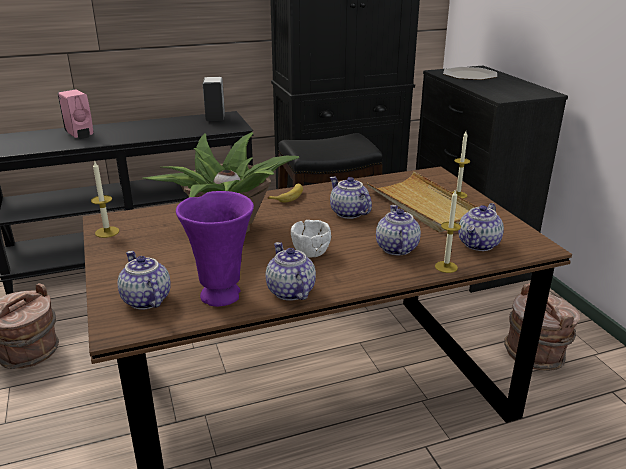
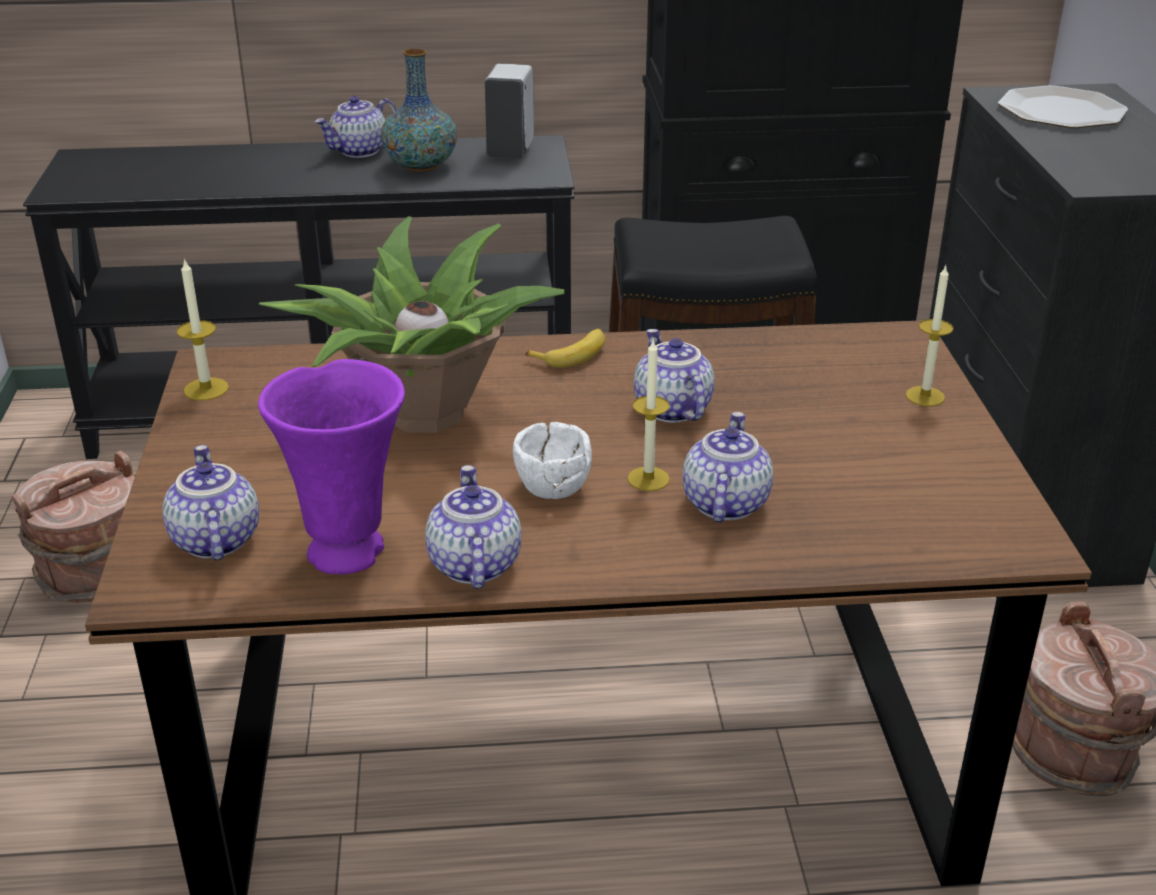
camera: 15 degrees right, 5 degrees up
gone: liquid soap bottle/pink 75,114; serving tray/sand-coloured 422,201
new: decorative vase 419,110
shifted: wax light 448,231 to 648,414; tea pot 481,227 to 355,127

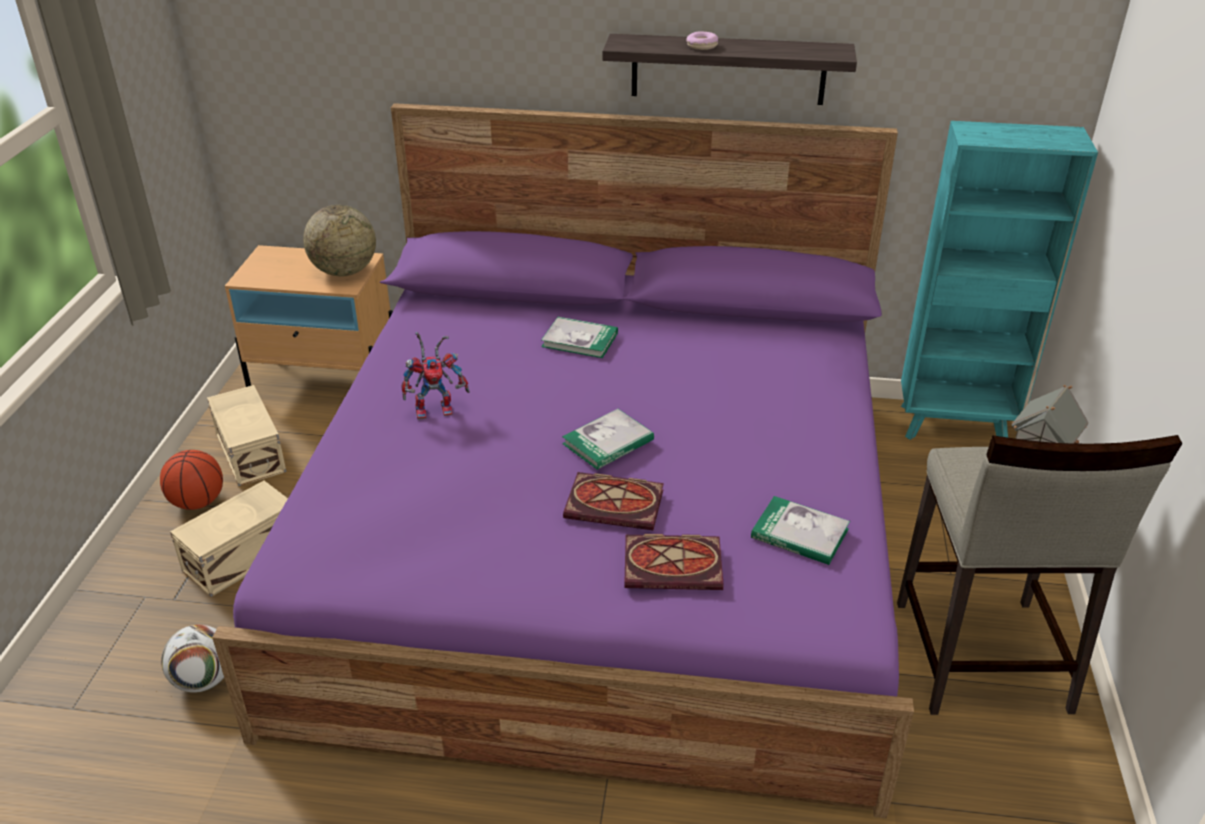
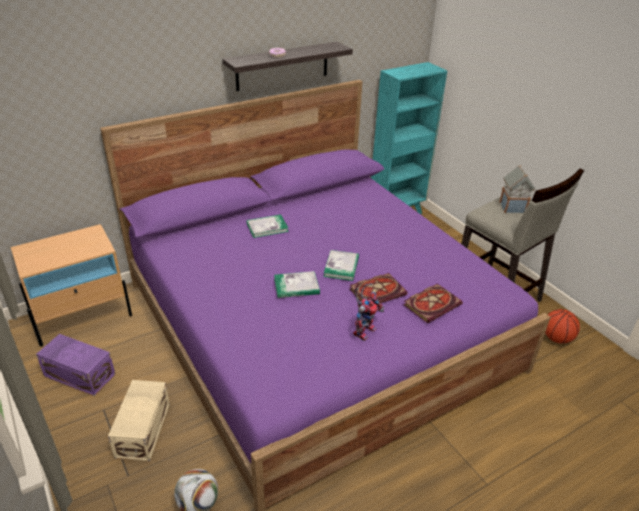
camera: 40 degrees left, 0 degrees up
gone: world globe 339,241
shifted: ball for basketball 191,480 to 562,326; toy robot 435,376 to 368,312; book 800,530 to 297,284
repainted: storage bin/sand-coloured 246,435 to storage bin/purplish 75,365

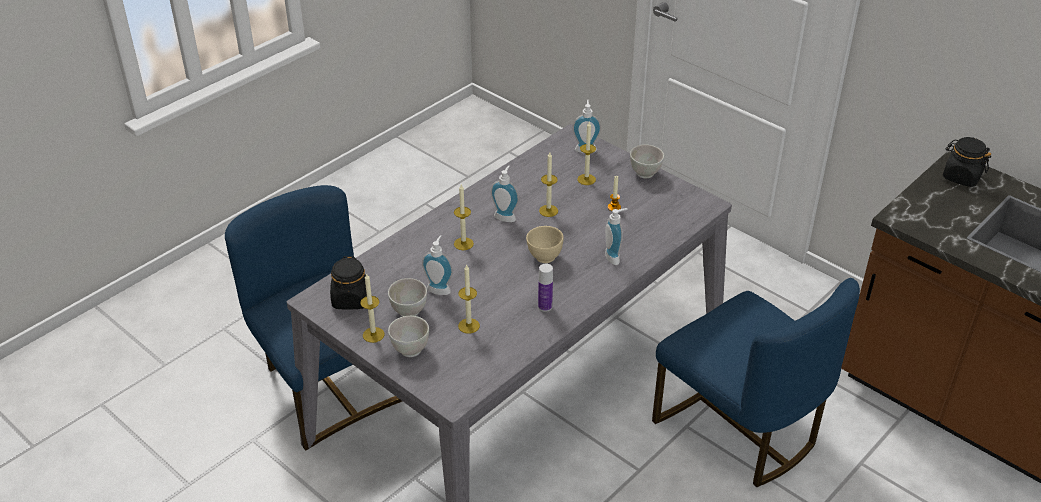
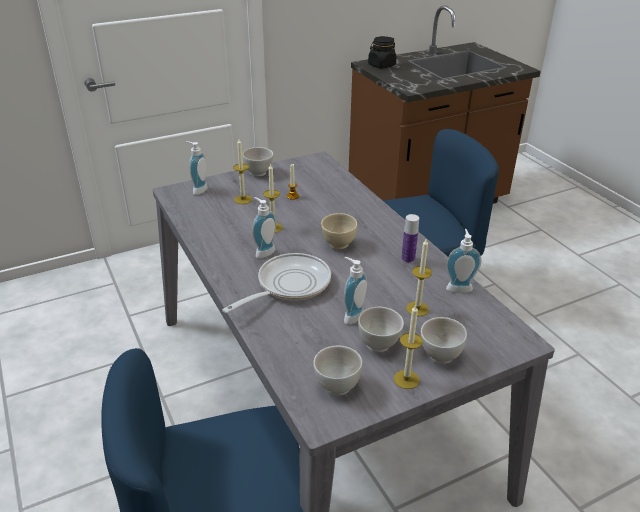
camera: 70 degrees left, 5 degrees down
shifted: liquid soap bottle 616,236 to 463,261
swapped: jar/blackish 348,283 to deep dish/white-coloured 337,370; wax light 464,217 to skillet 276,283

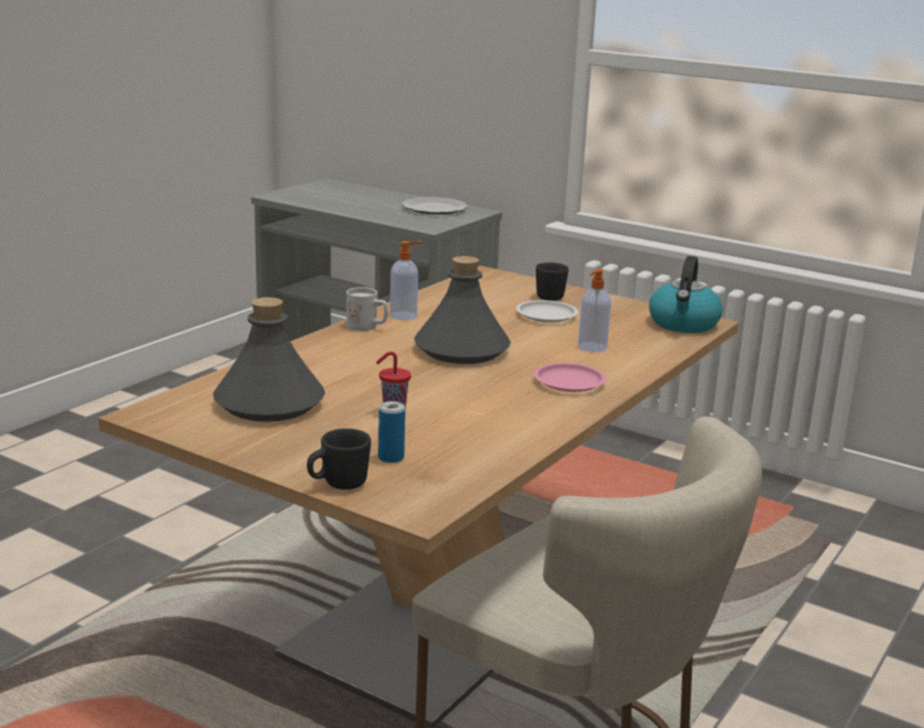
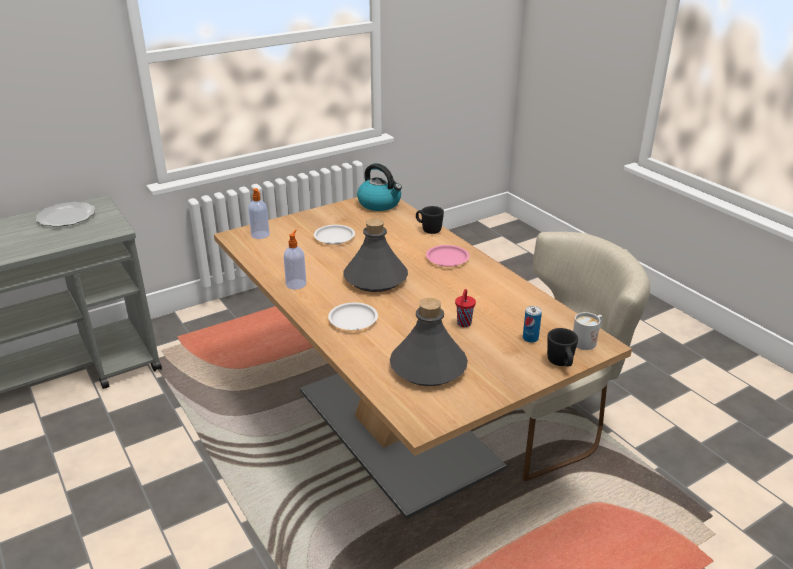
camera: 65 degrees left, 10 degrees up
new: flat dish/white-coloured 353,316
shifted: mug/white-coloured 367,309 to 588,331; mug/blackish 552,281 to 430,220; liquid soap bottle 594,310 to 259,213

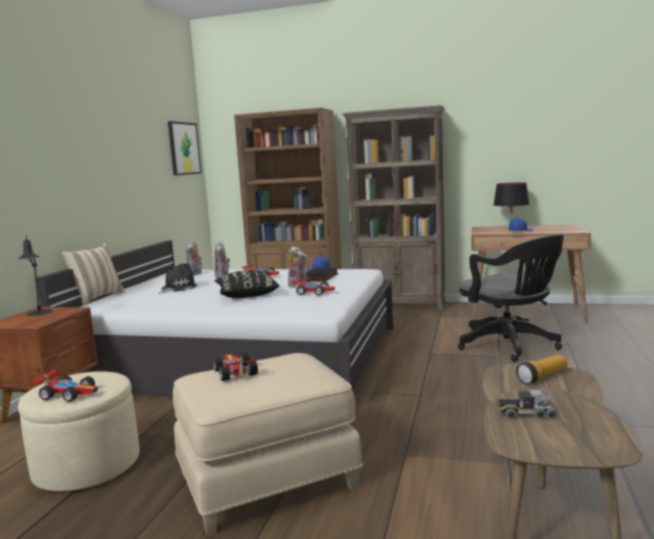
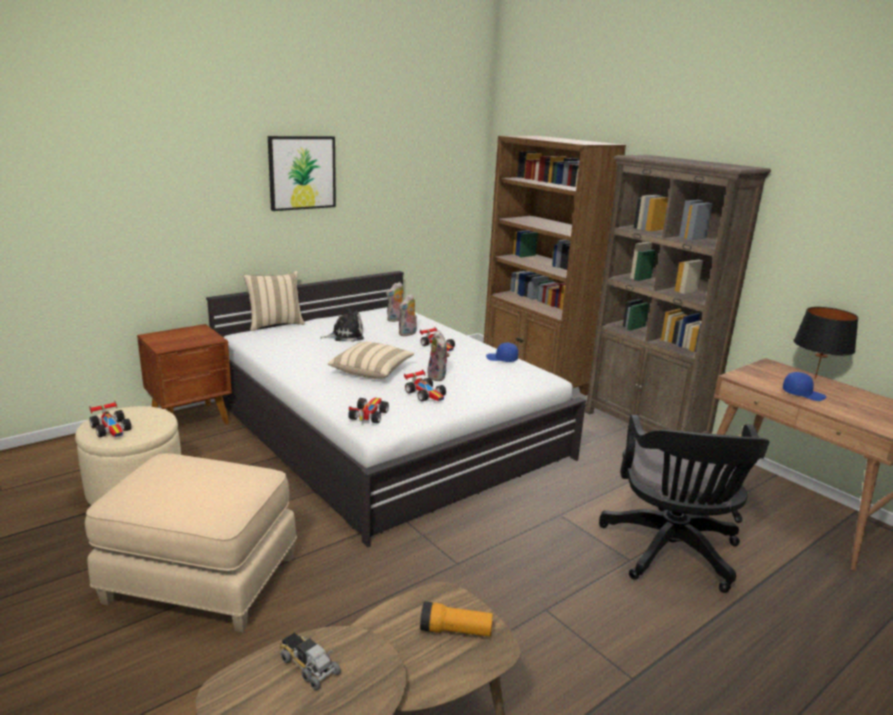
camera: 35 degrees right, 10 degrees up
gone: tabletop lamp/blackish 35,275; book/blackish 322,274
shifted: wall art 184,148 to 302,173; model car 235,366 to 368,410
repainted: pillow/blackish 247,284 to pillow/sand-coloured 371,360

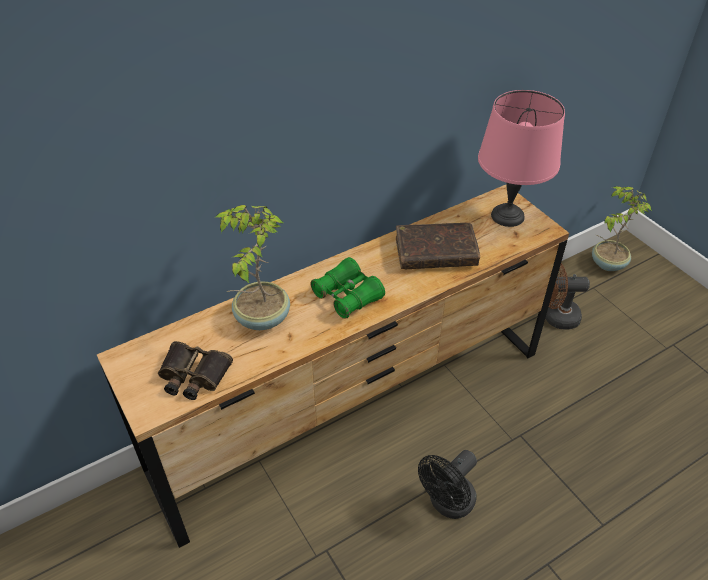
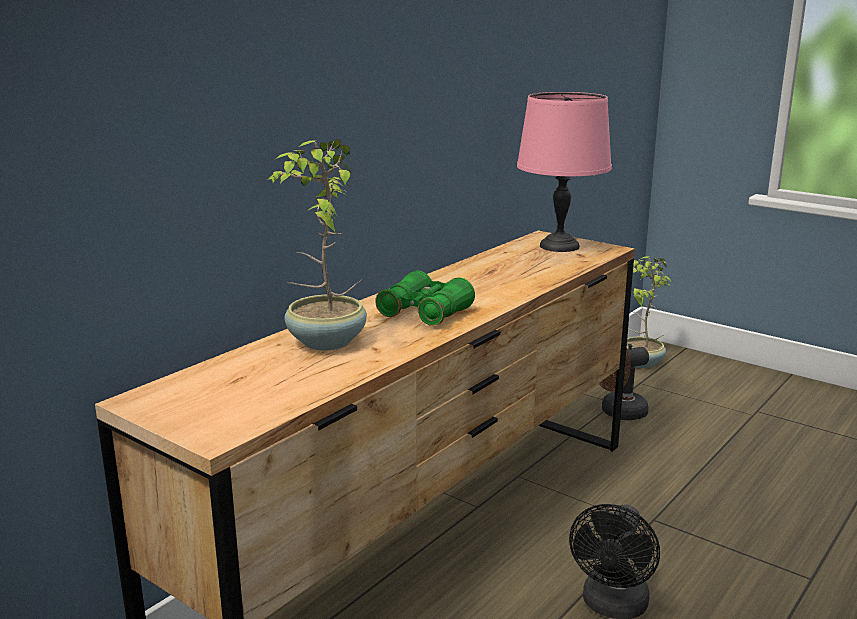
camera: 20 degrees left, 25 degrees down
gone: field glasses 195,370; book/brownish 438,246

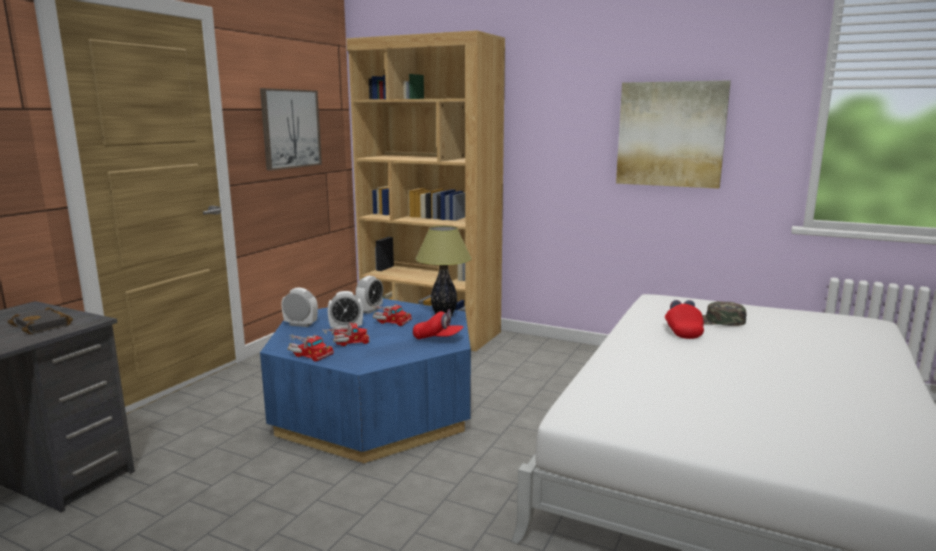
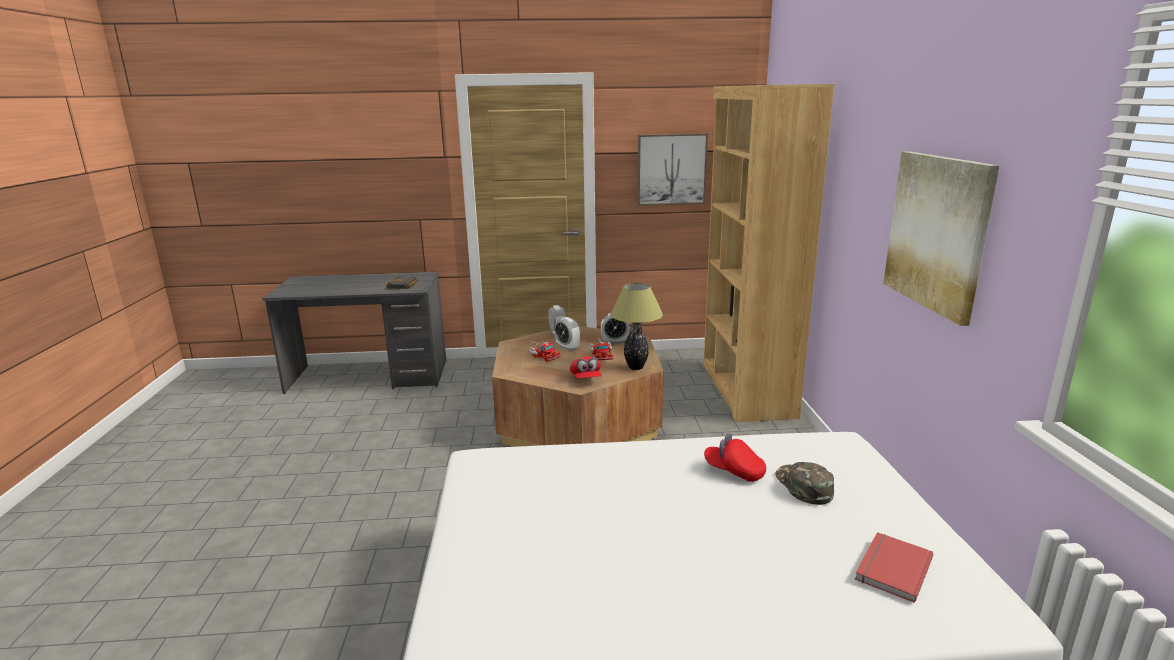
camera: 60 degrees right, 5 degrees up
gone: toy lorry 311,347
new: book/red 894,567
repainted: coffee table/bluish 365,380 to coffee table/brownish 578,386
rotated: peaked cap/red 684,319 = 735,457 120 degrees counterclockwise

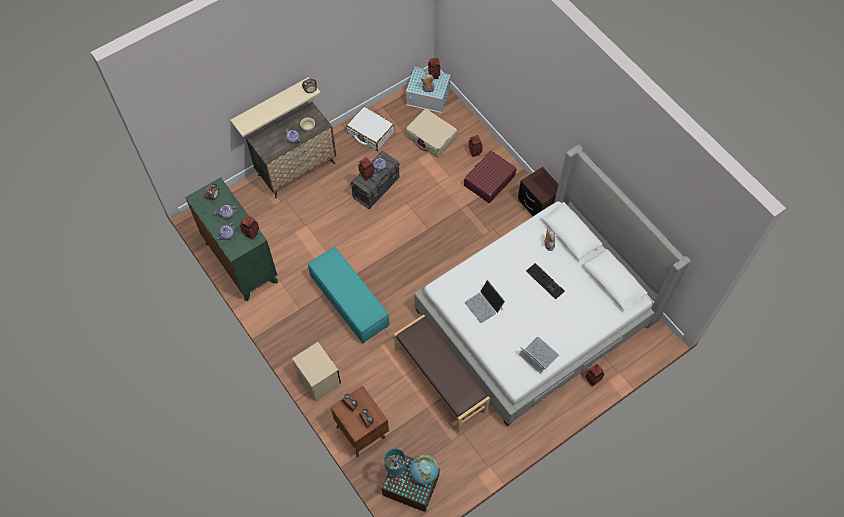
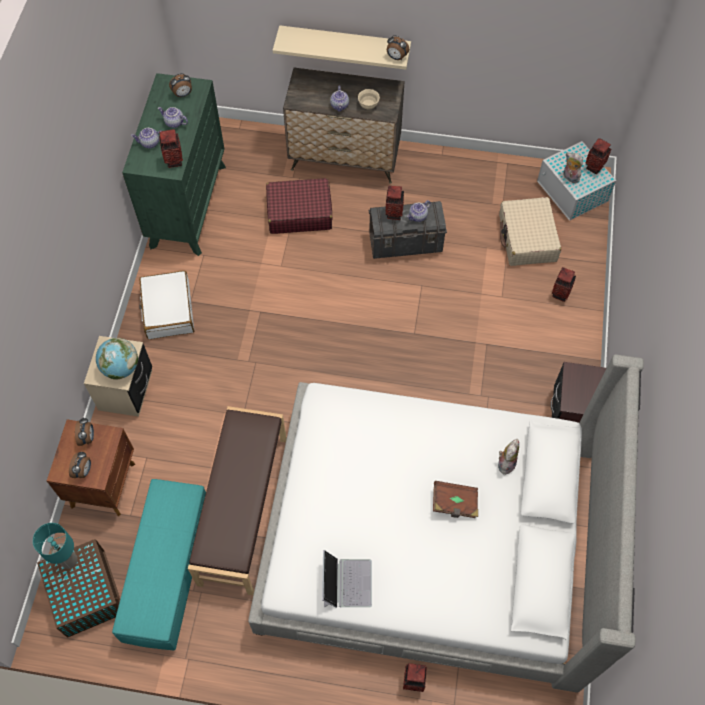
camera: 45 degrees right, 0 degrees up
gone: portable computer 484,301
shifted: pouffe/turquoise-coloured 348,295 to 159,565; piece of luggage/white-coloured 370,128 to 166,305; world globe 424,469 to 117,359; piece of luggage/red 490,177 to 299,206
swapped: computer keyboard 545,281 to book/brownish 455,499

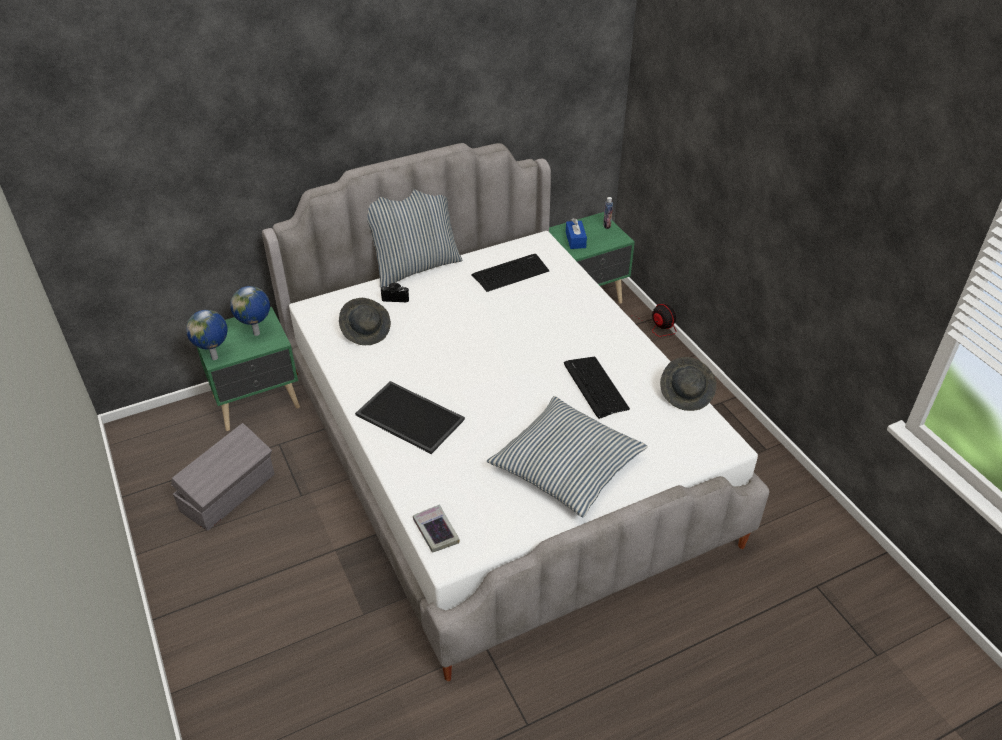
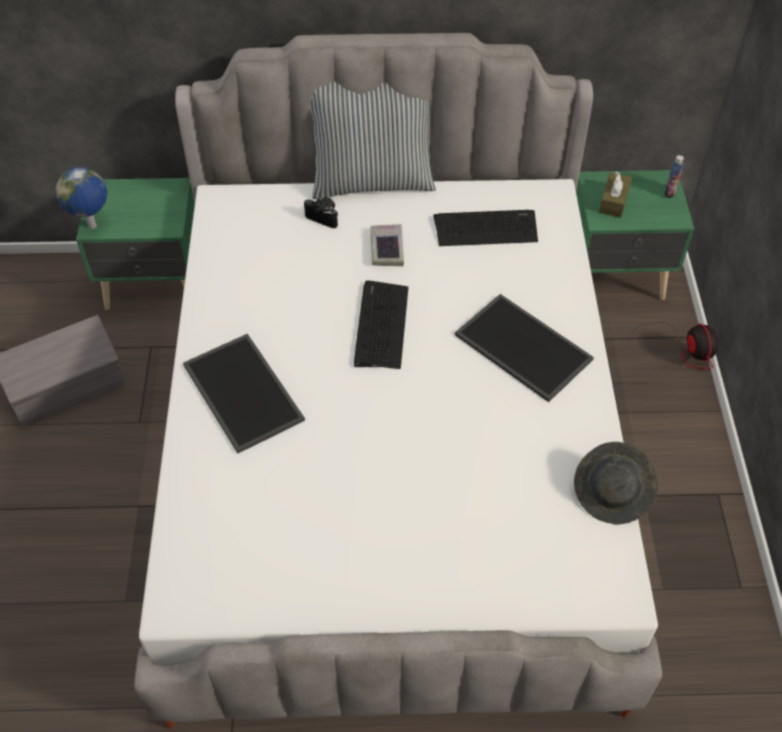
camera: 25 degrees right, 10 degrees up
gone: world globe 250,311; clothing hat/gray 365,321; pillow 567,457
new: serving tray 524,348
shifted: book 436,528 to 387,245; computer keyboard 597,388 to 381,325
repainted: tissue holder/bluish 576,233 to tissue holder/brownish 615,195

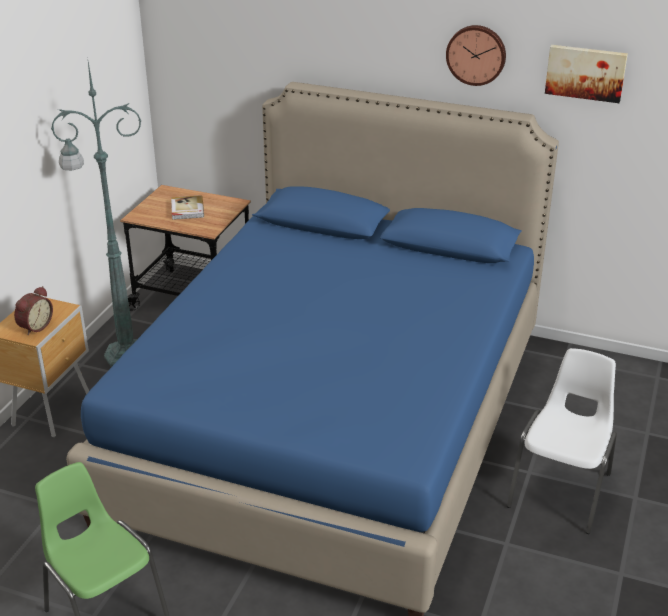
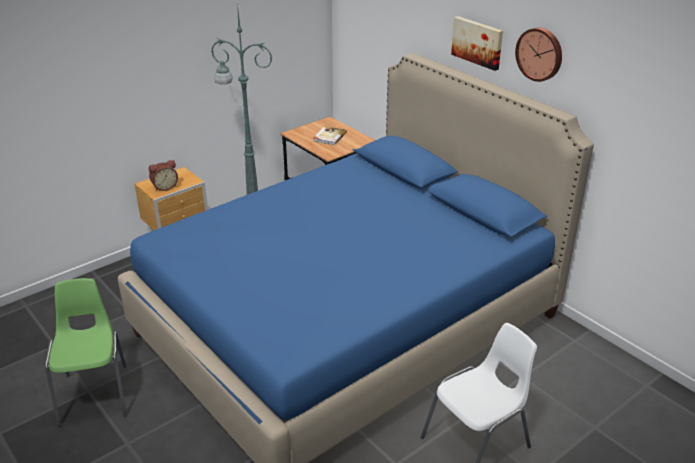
camera: 30 degrees right, 0 degrees up
shifted: wall art 586,74 to 477,43

